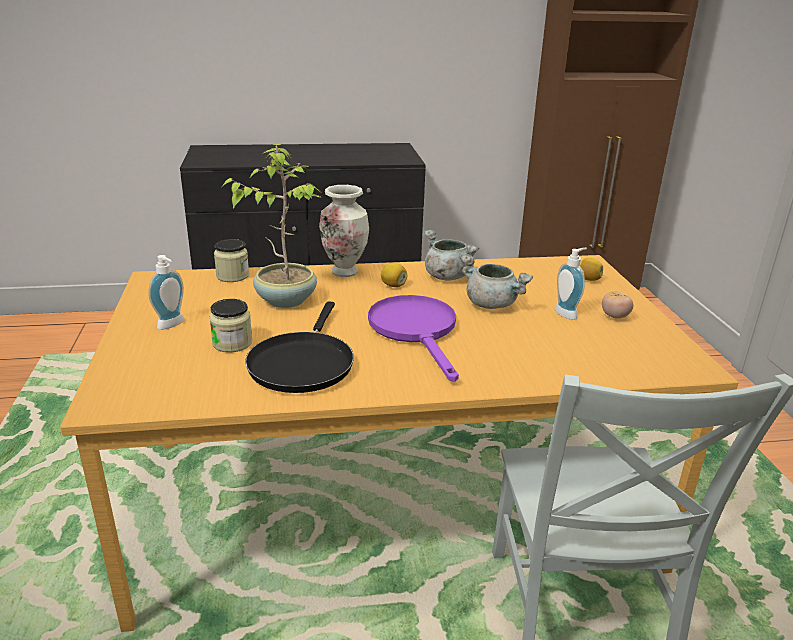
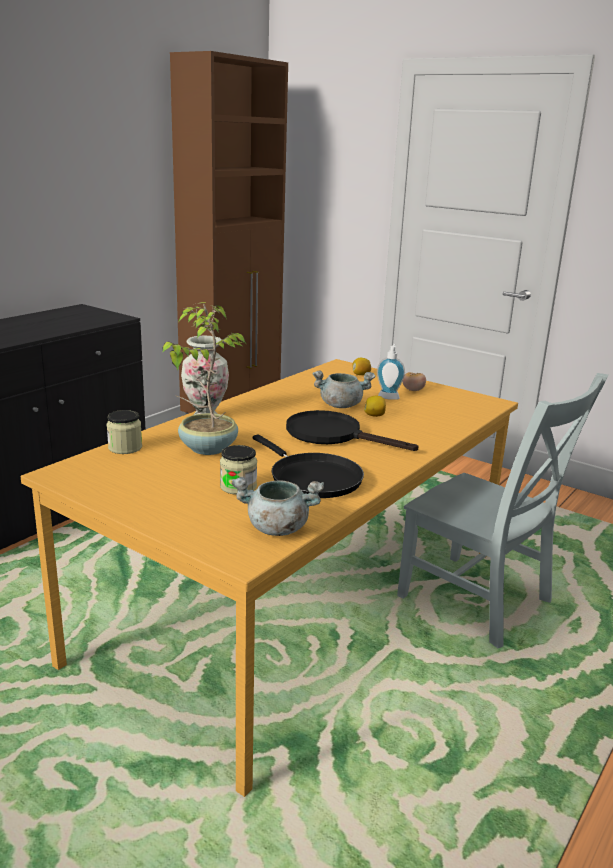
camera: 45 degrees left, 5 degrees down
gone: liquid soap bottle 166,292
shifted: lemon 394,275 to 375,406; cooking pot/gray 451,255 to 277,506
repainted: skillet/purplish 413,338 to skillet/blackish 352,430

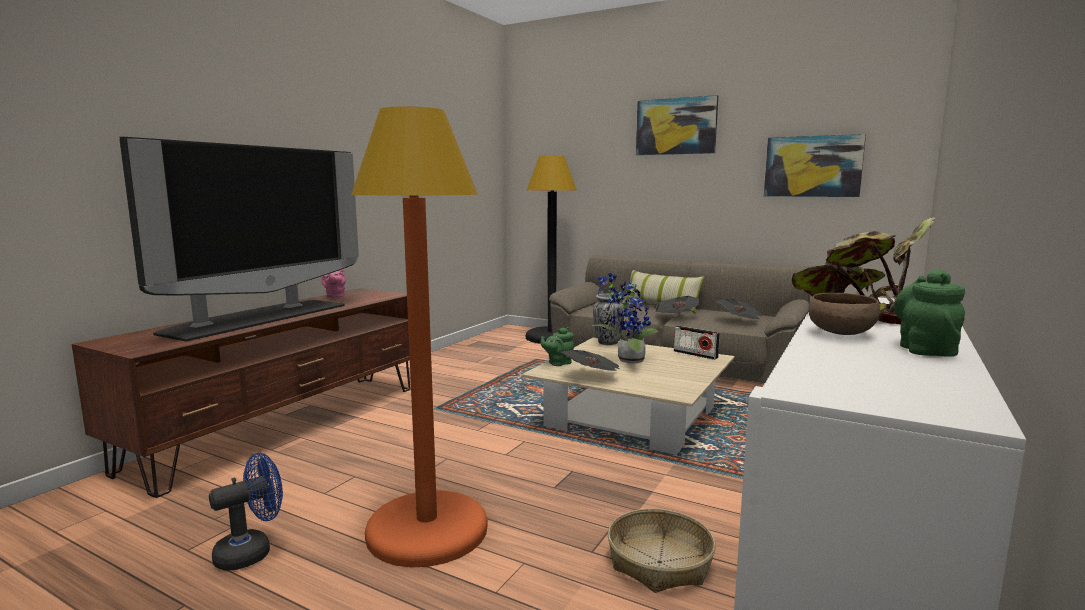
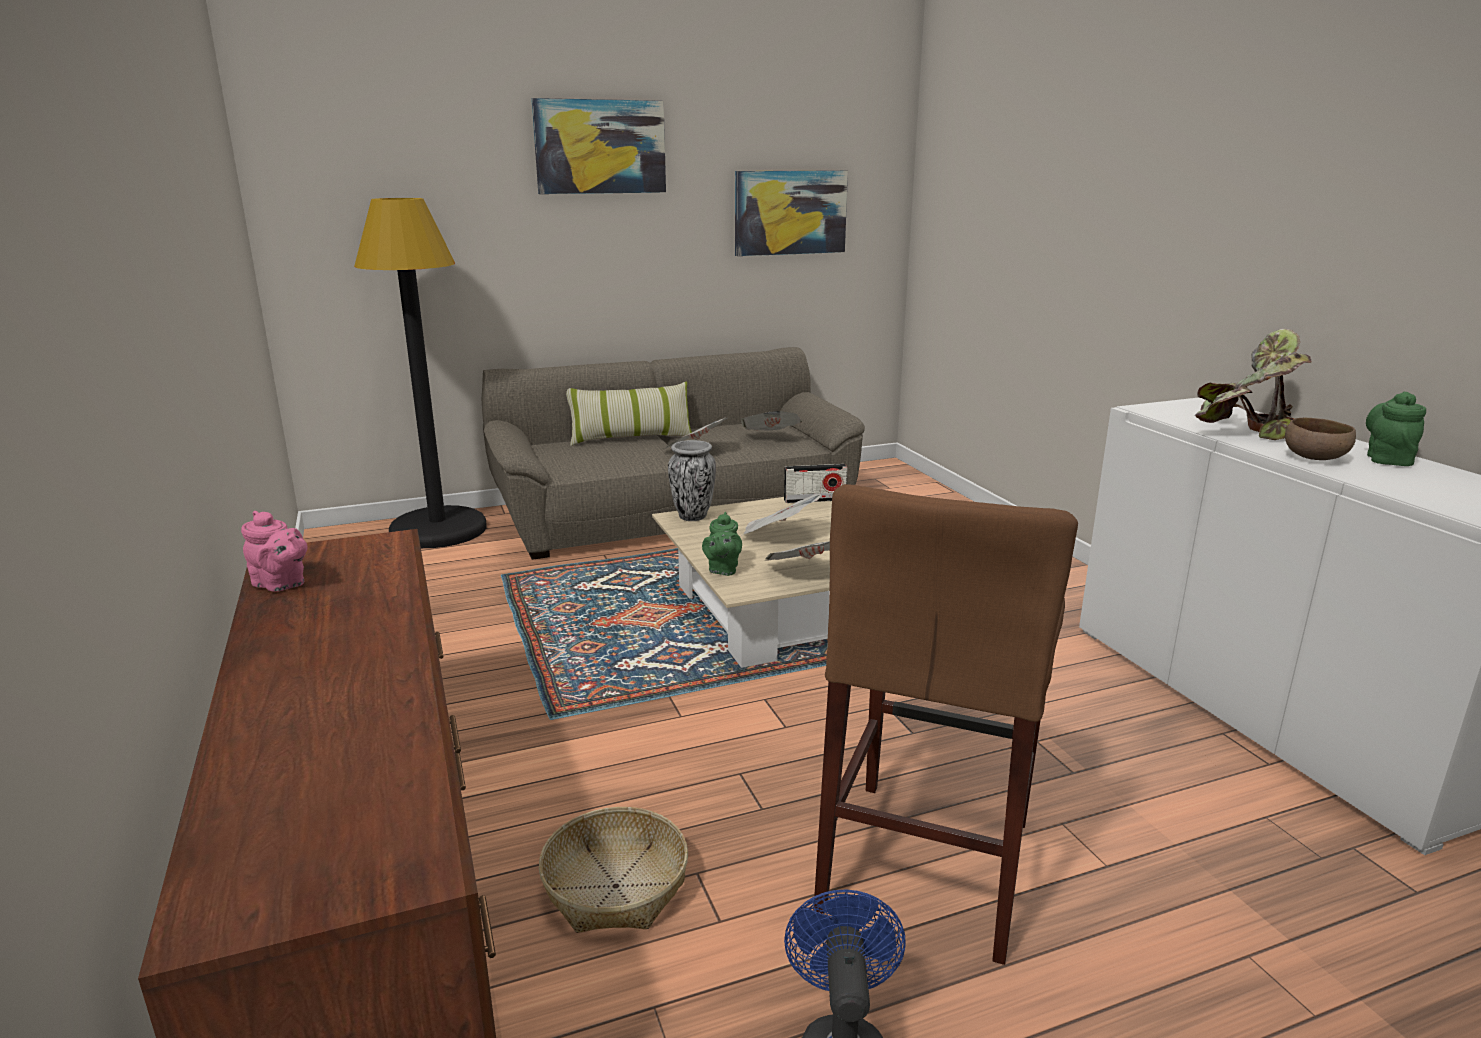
camera: 50 degrees left, 10 degrees up
gone: TV 239,239
shifted: household basket 662,551 to 613,870
swapped: standing lamp/orange 419,336 to stool seat/brownish 945,724; potted plant 625,318 to daily paper 781,514
rotated: tea pot/greenish 929,313 = 1396,429 60 degrees clockwise

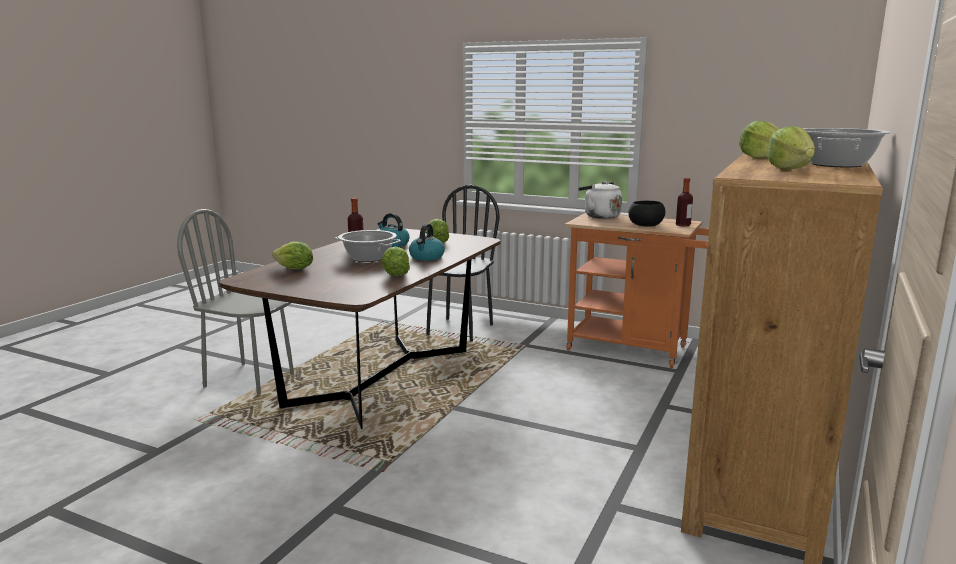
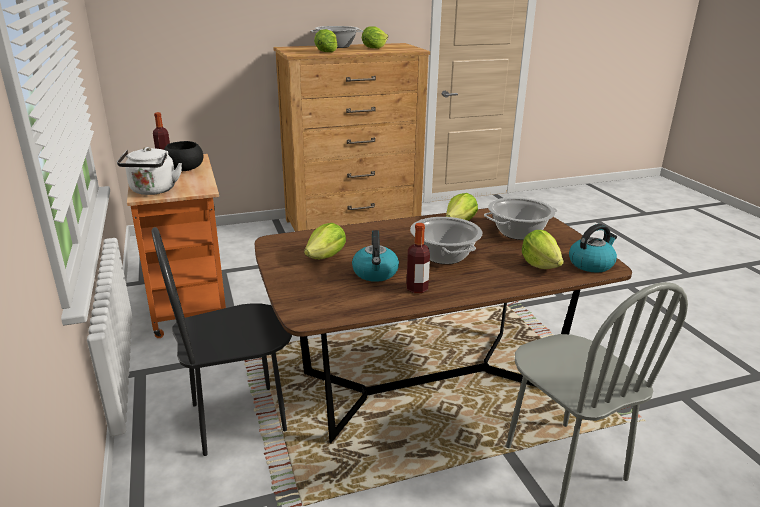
camera: 135 degrees left, 10 degrees up
new: cooking pot 521,218
shifted: kettle 427,242 to 593,248

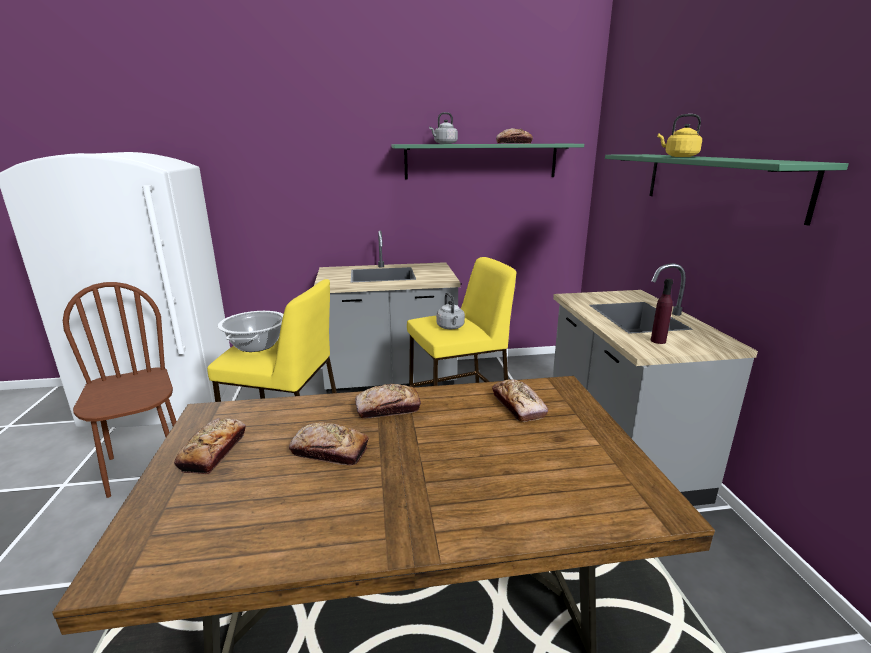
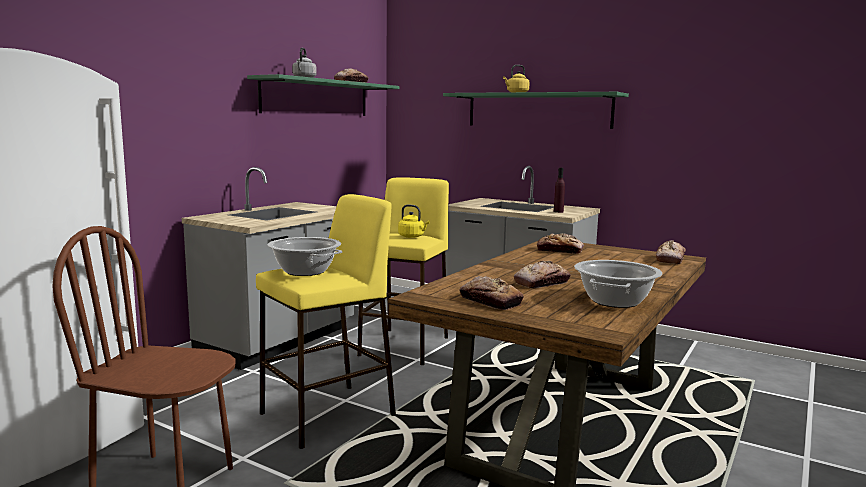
camera: 50 degrees left, 10 degrees down
new: cooking pot 618,284
shifted: bread 388,401 to 671,252
repainted: kettle/gray 450,311 to kettle/yellow-coloured 414,221

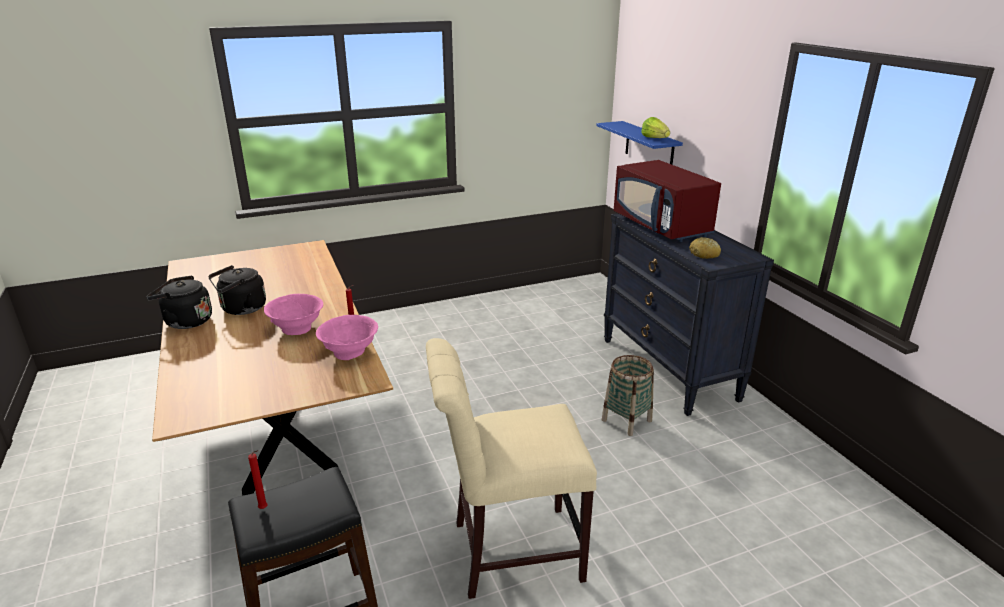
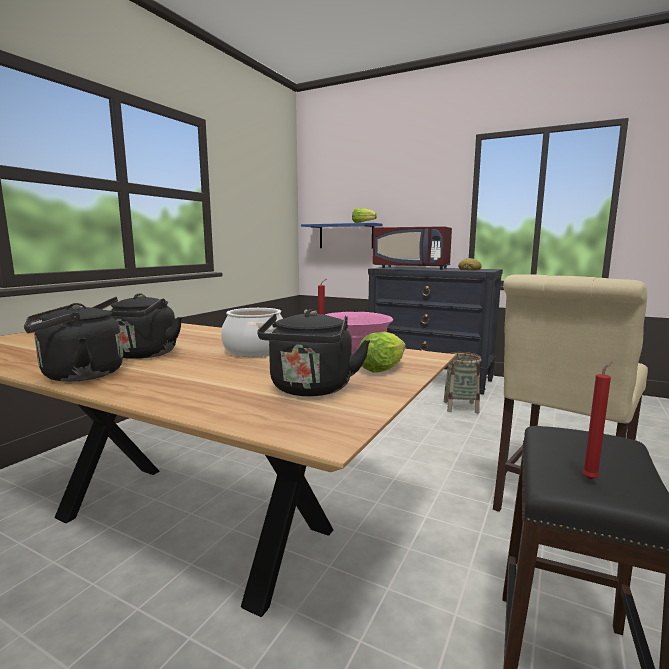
camera: 40 degrees left, 15 degrees down
new: kettle/blackish 313,352; lettuce head 381,352
swapped: deep dish/pink 293,314 to cooking pot 252,332

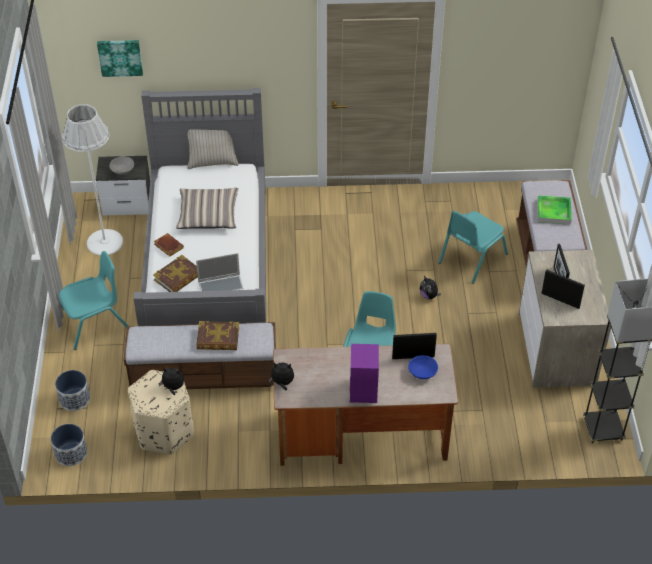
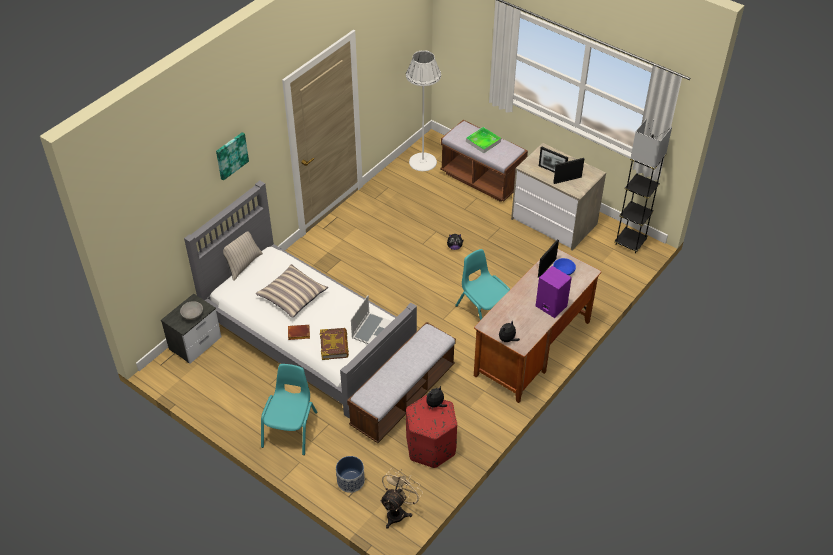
camera: 50 degrees left, 0 degrees up
gone: book 218,335; chair/turquoise-coloured 473,247
shifted: standing lamp/white-coloured 92,180 to 423,110; wall art 120,58 to 232,156
swapped: flower pot 69,445 to fan/sand-coloured 401,498
repainted: pouffe/sand-coloured 161,412 to pouffe/red 431,431

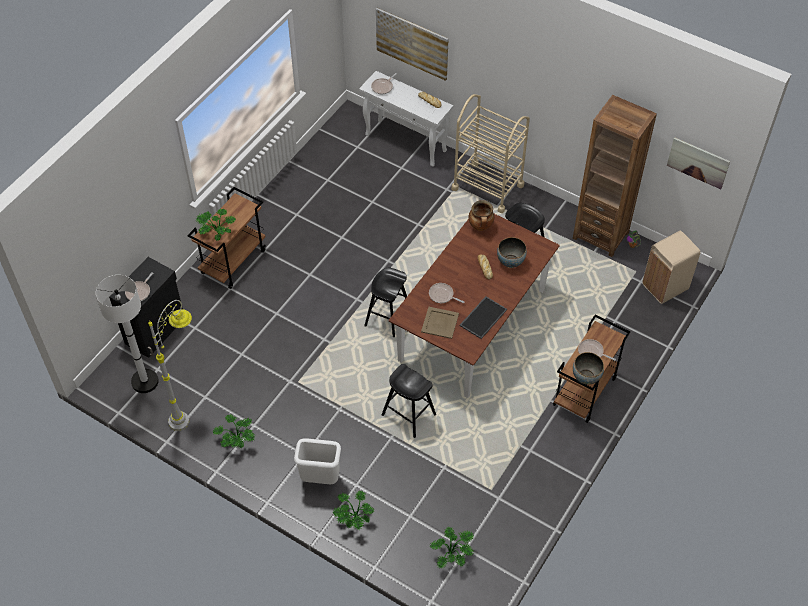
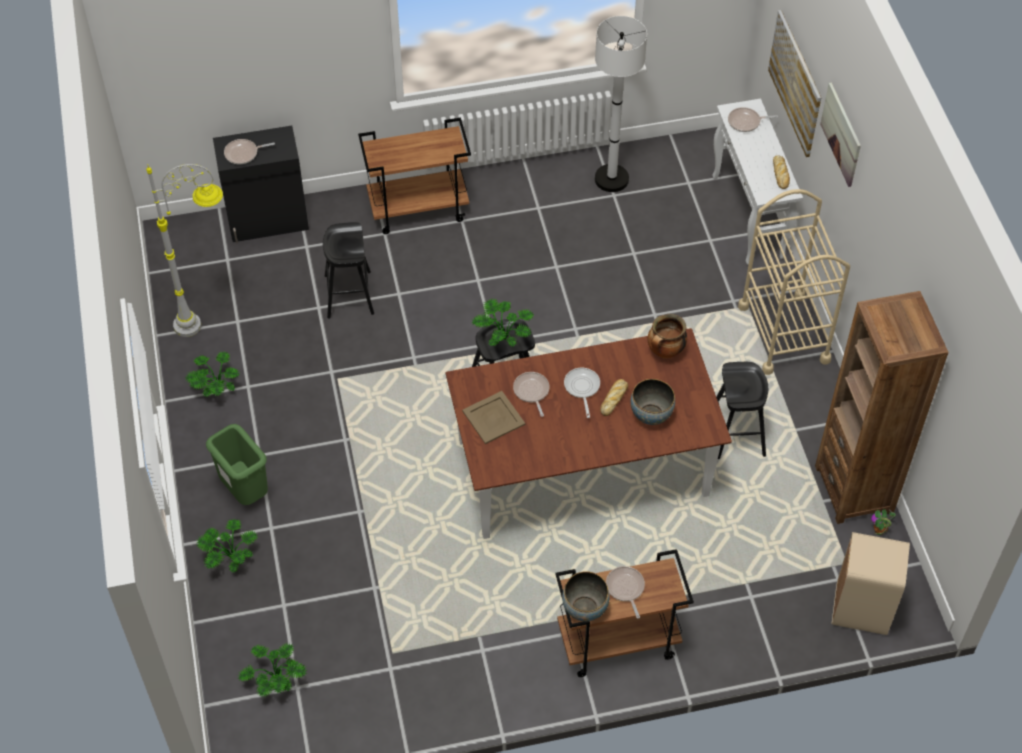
camera: 45 degrees right, 0 degrees up
gone: serving tray 483,317
new: skillet 582,393
shifted: standing lamp/white-coloured 127,334 to 621,104; potted plant 216,225 to 502,322; stool seat/blackish 409,401 to 348,270; wall art 698,163 to 840,134
repainted: waste bin/white-coloured 317,461 to waste bin/greenish 237,464

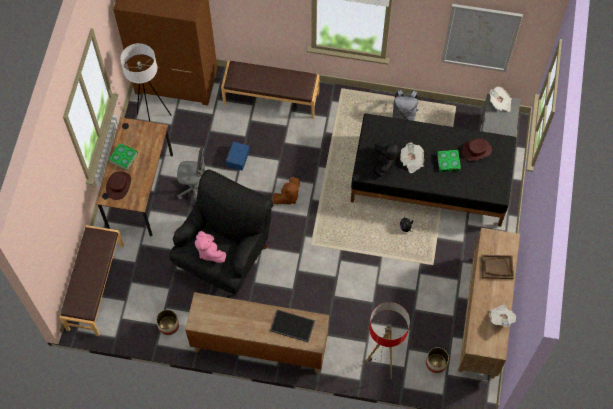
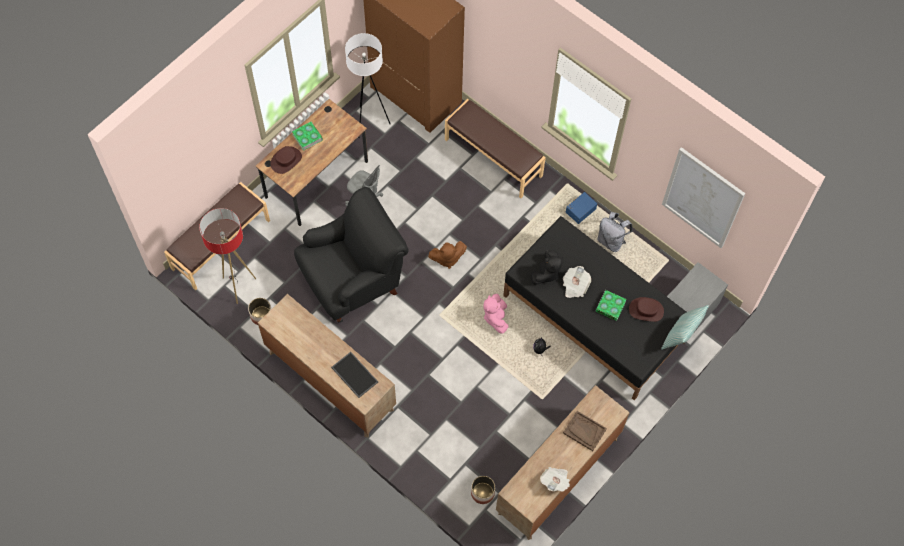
camera: 30 degrees right, 0 degrees up
gone: daily paper 501,99
new: pillow 685,327
shifted: cuddly toy/pink 210,247 to 496,313; storage bin/bluish 238,156 to 581,208; standing lamp 386,340 to 227,256

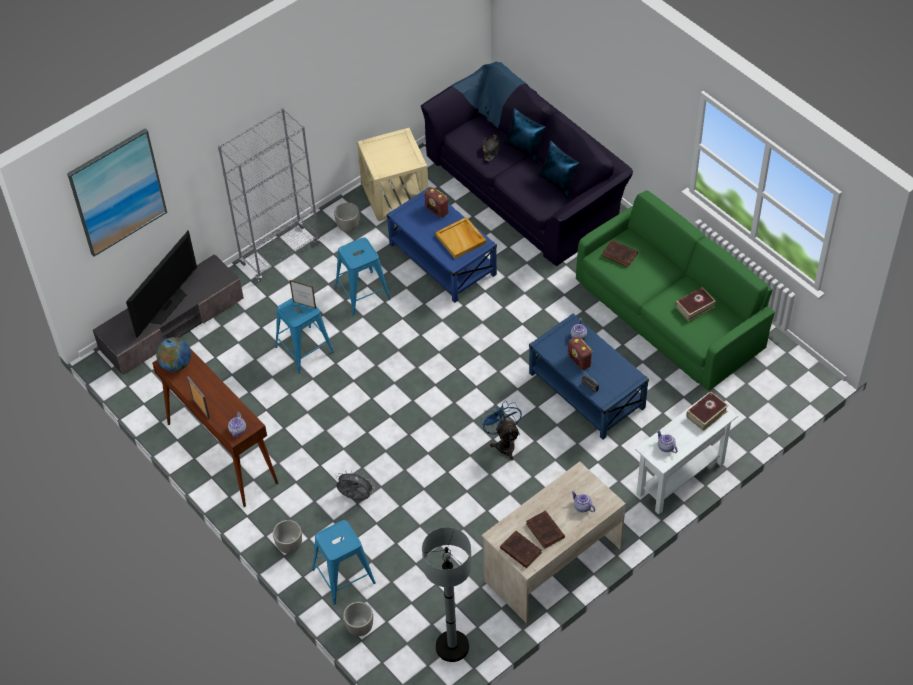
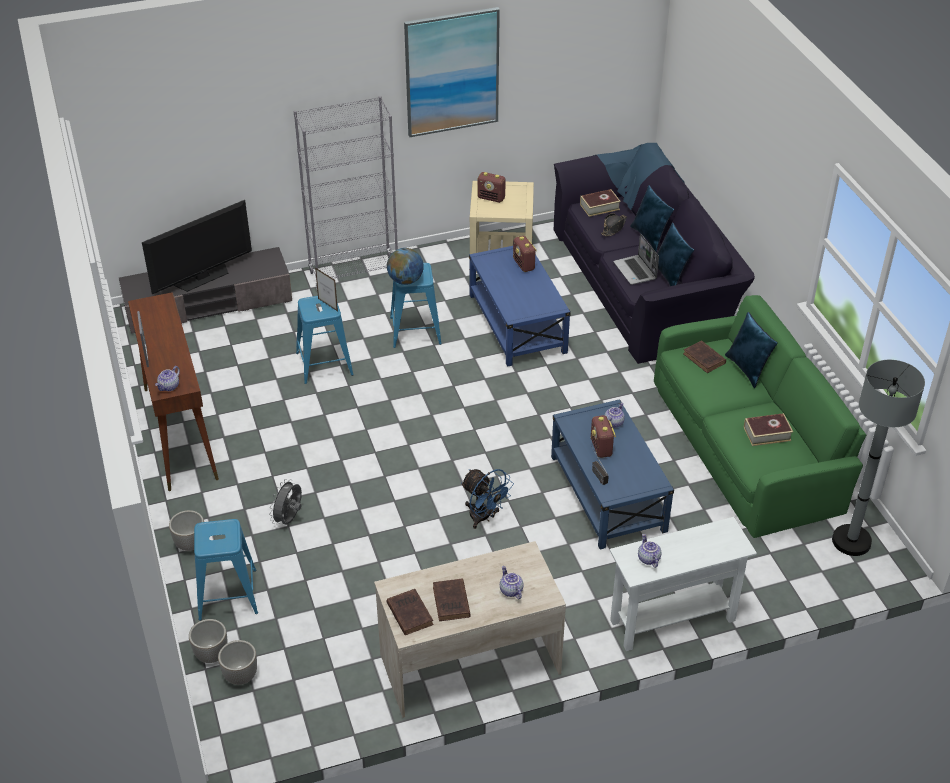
camera: 20 degrees right, 10 degrees down
gone: serving tray/sand-coloured 460,238
new: radio receiver 491,187; portable computer 636,259; pillow/bluish 751,350
shifted: wall art 117,192 to 452,72; world globe 173,354 to 405,266; flower pot 346,217 to 237,662; standing lamp/gray 447,594 to 878,458; book 707,411 to 600,203
rotated: fan/gray 355,485 = 285,502 105 degrees counterclockwise; fan/bluish 501,430 = 487,499 135 degrees clockwise

